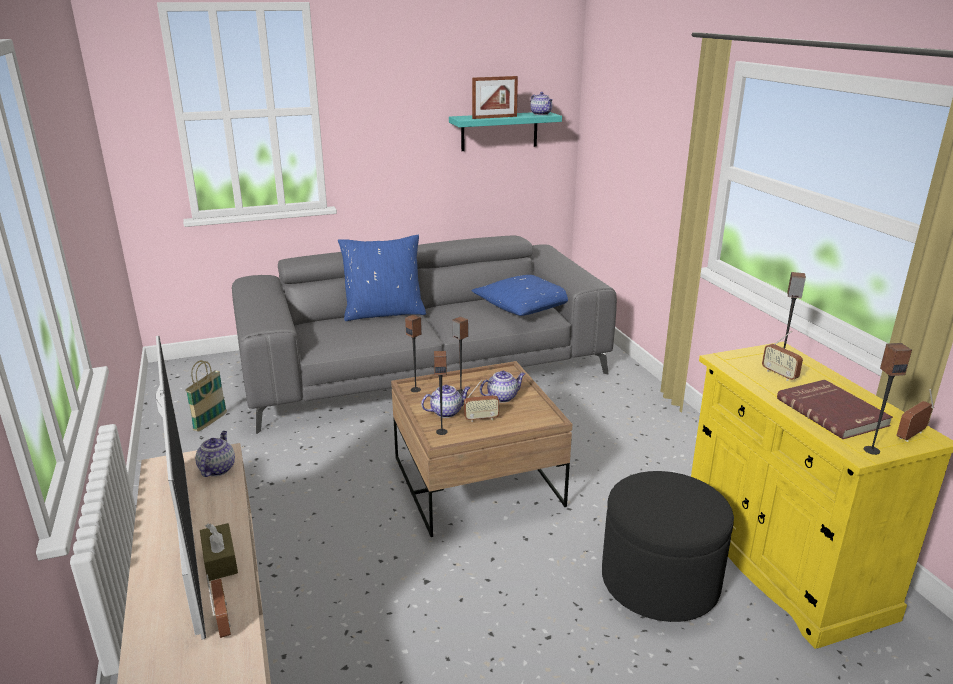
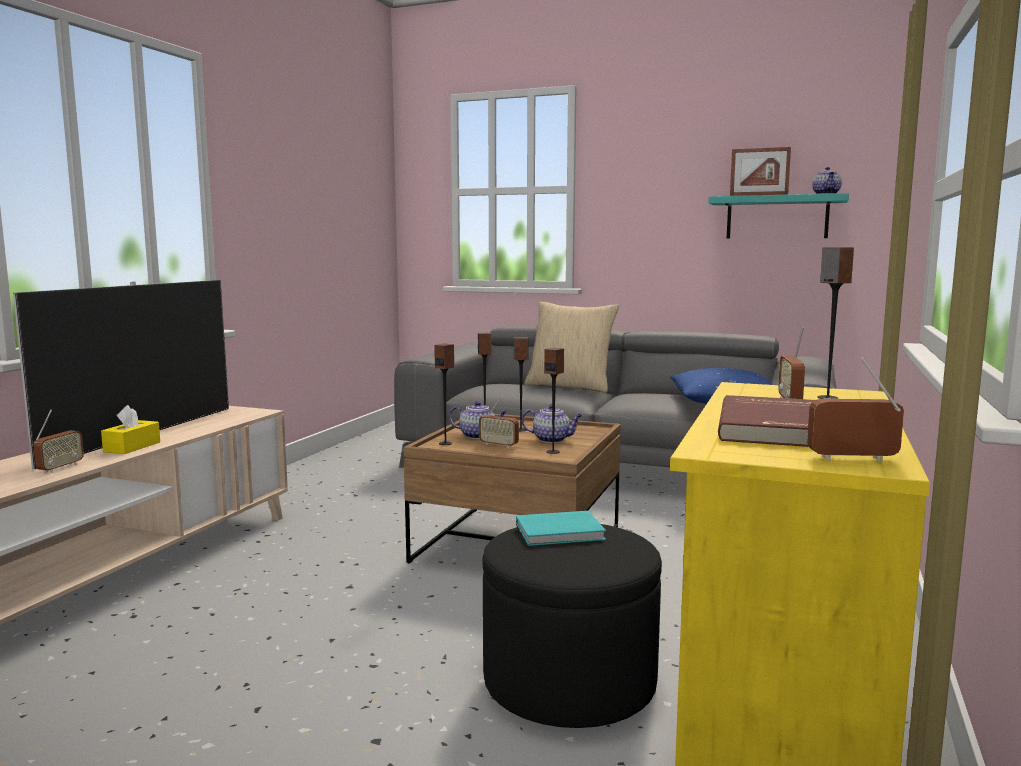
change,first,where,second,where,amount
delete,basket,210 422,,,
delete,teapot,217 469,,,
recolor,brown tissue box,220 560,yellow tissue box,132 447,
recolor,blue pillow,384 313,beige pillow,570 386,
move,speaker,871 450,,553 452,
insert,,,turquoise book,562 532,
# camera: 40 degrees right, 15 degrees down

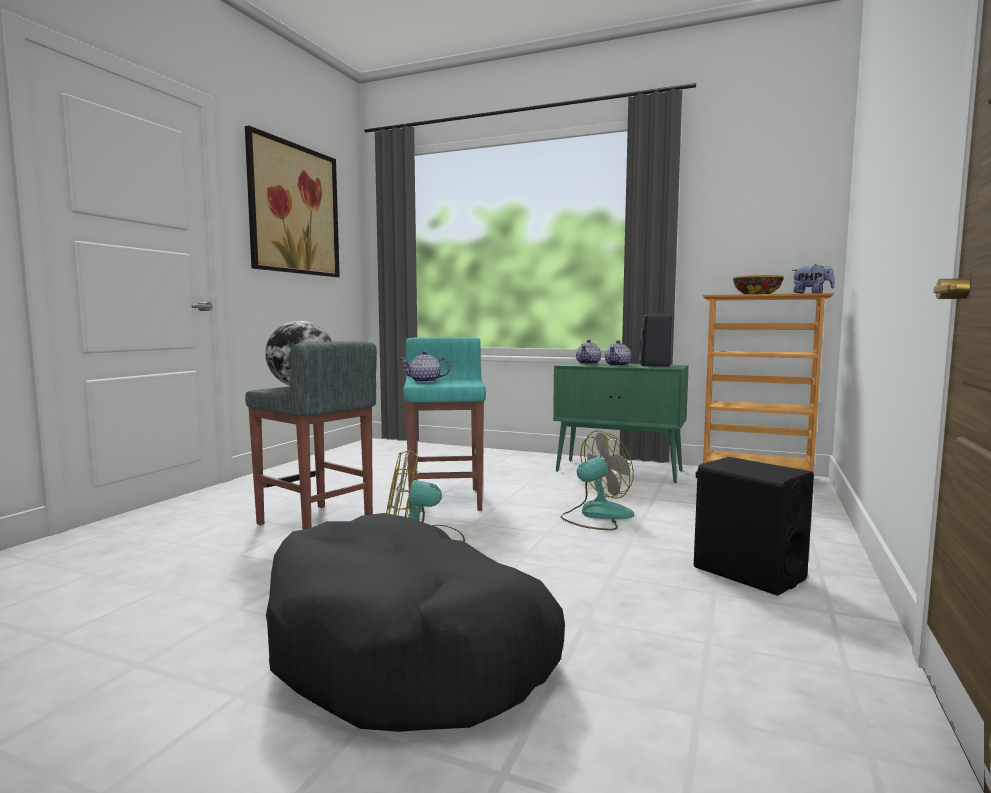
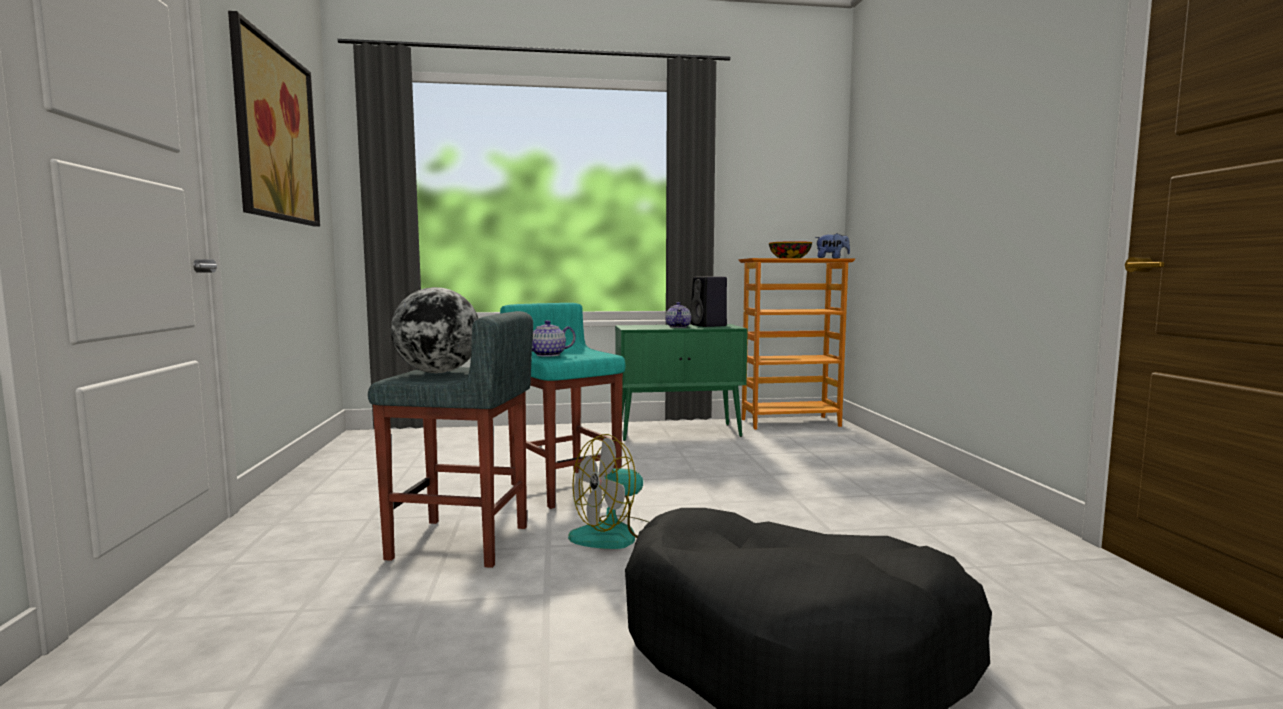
change,first,where,second,where,amount
delete,fan,596 516,,,
delete,teapot,588 364,,,
delete,black speaker,748 573,,,
# camera: 30 degrees left, 0 degrees up

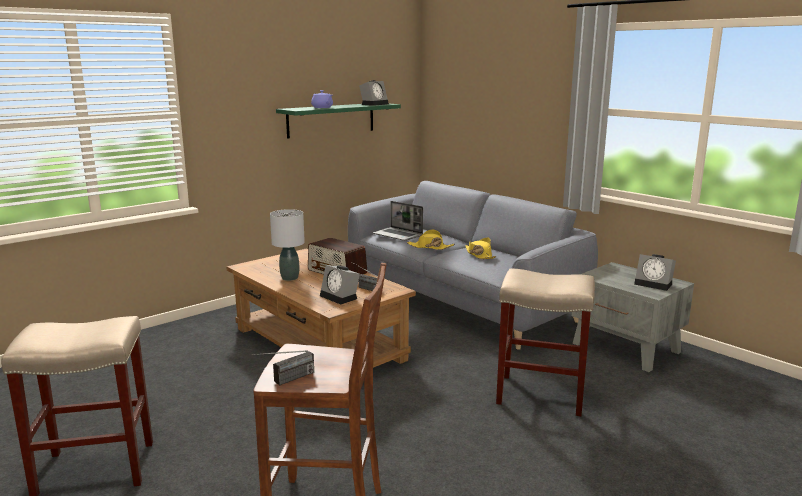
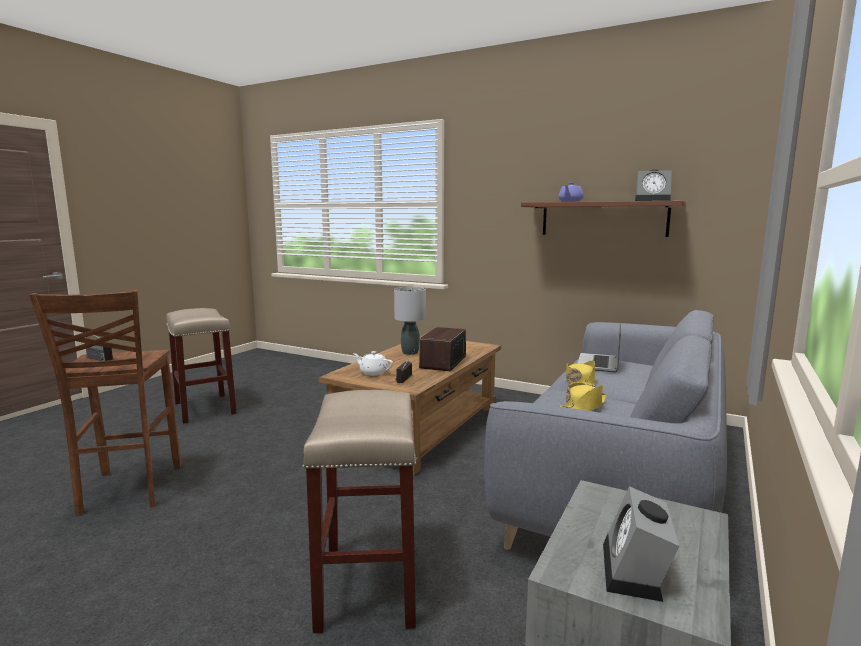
change,first,where,second,where,amount
recolor,green shelf,331 120,brown shelf,603 219,
replace,alarm clock,340 297,white teapot,373 373,
# camera: 70 degrees right, 5 degrees down

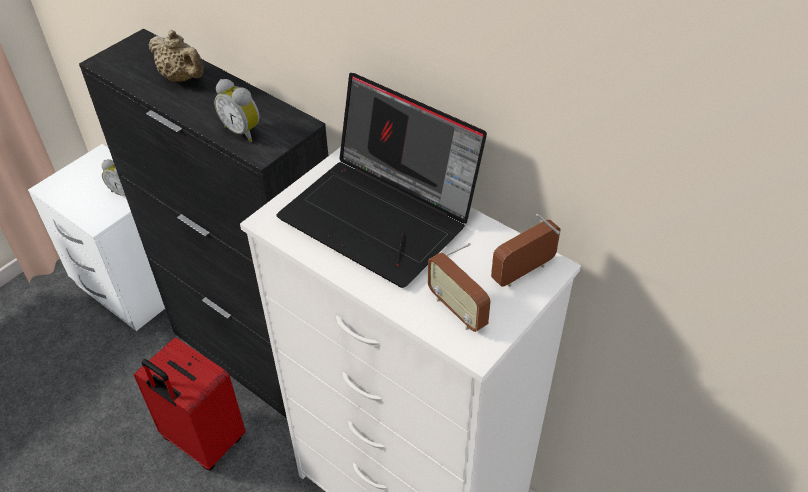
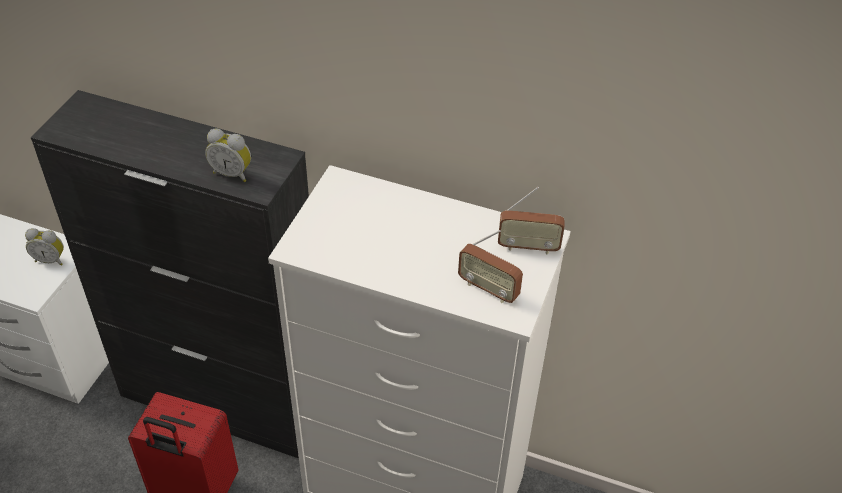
change,first,where,second,where,amount
delete,beige teapot,182 78,,,
delete,laptop,382 216,,,
rotate,radio,523 272,,528 247,120 degrees counterclockwise
# camera: 20 degrees left, 0 degrees up

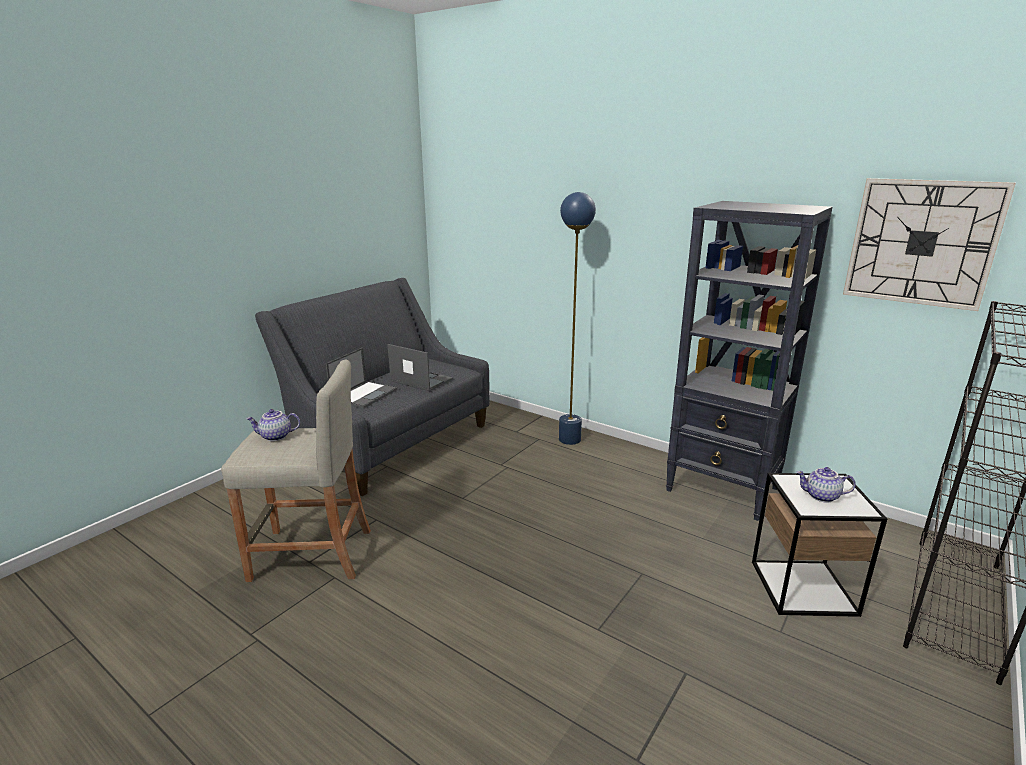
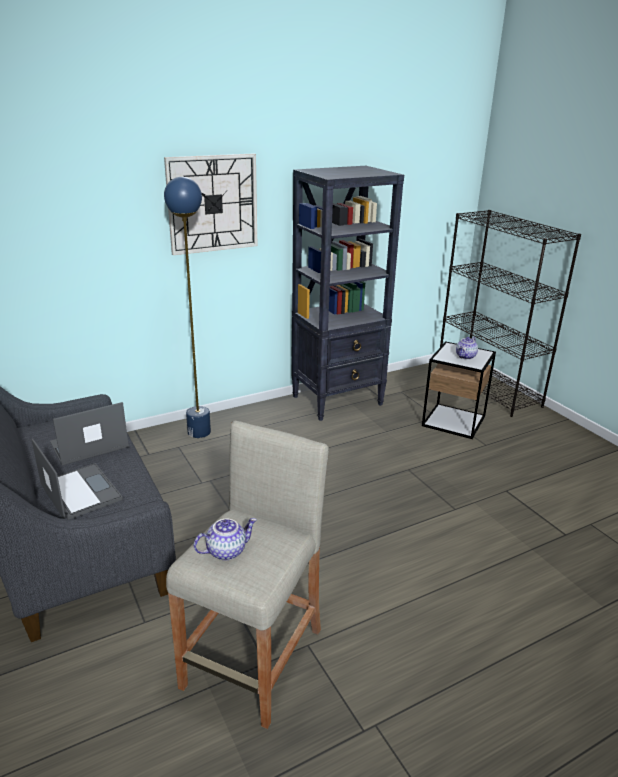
change,first,where,second,where,amount
rotate,teapot,275 437,,226 550,135 degrees counterclockwise
move,wall clock,921 243,,212 204,
# camera: 65 degrees left, 5 degrees up

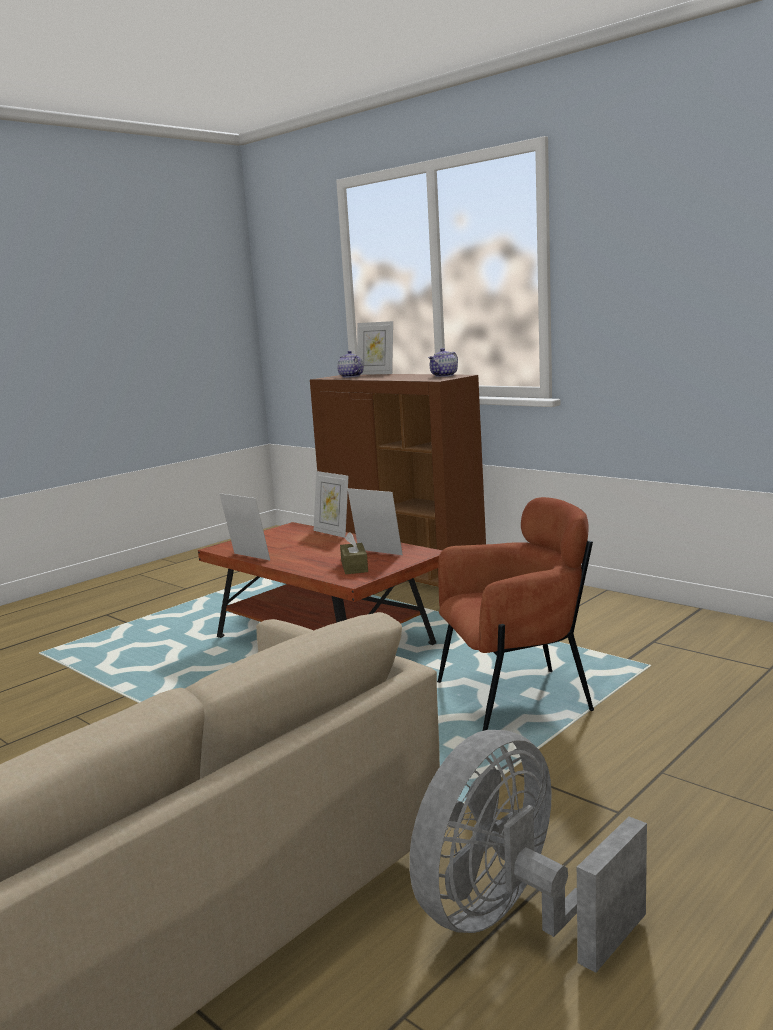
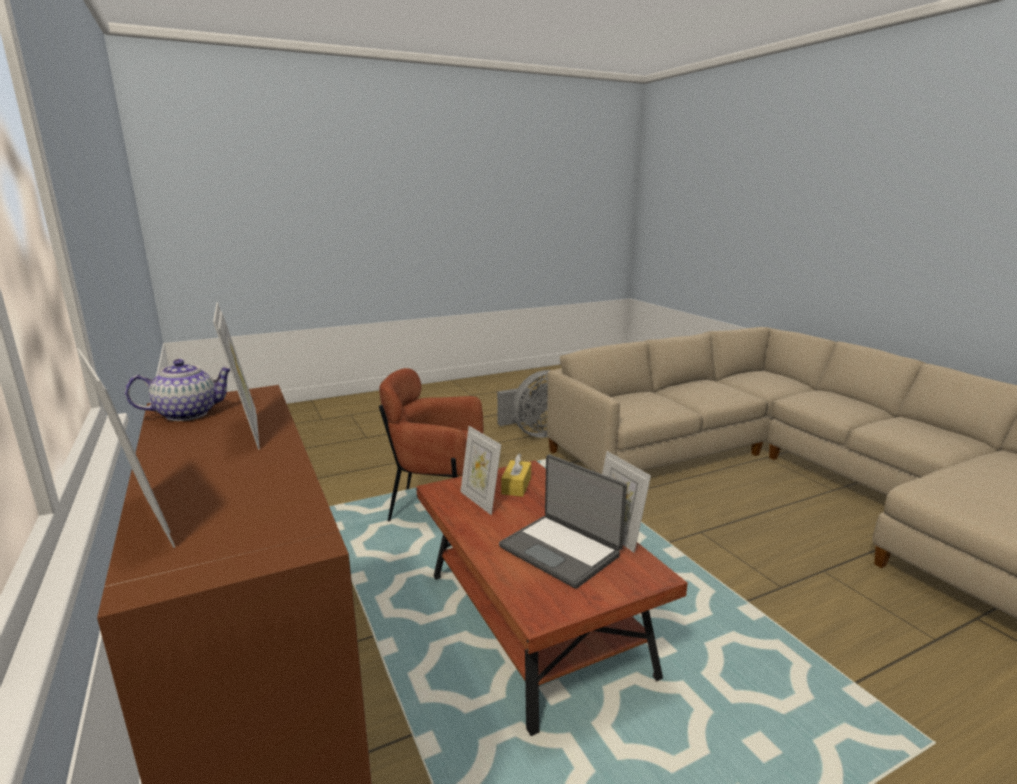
change,first,where,second,where,amount
move,picture frame,332 533,,246 432,
delete,teapot,350 376,,,
recolor,brown tissue box,354 567,yellow tissue box,516 486,
insert,,,laptop,561 550,
# camera: 160 degrees left, 5 degrees up

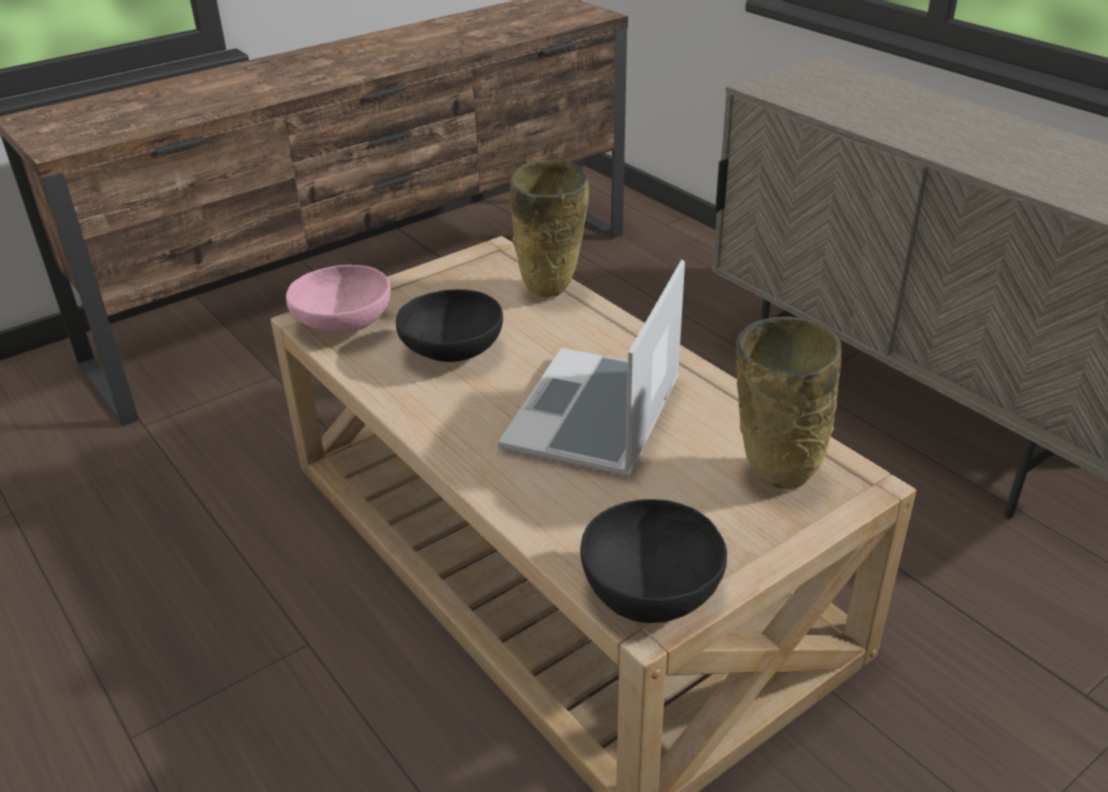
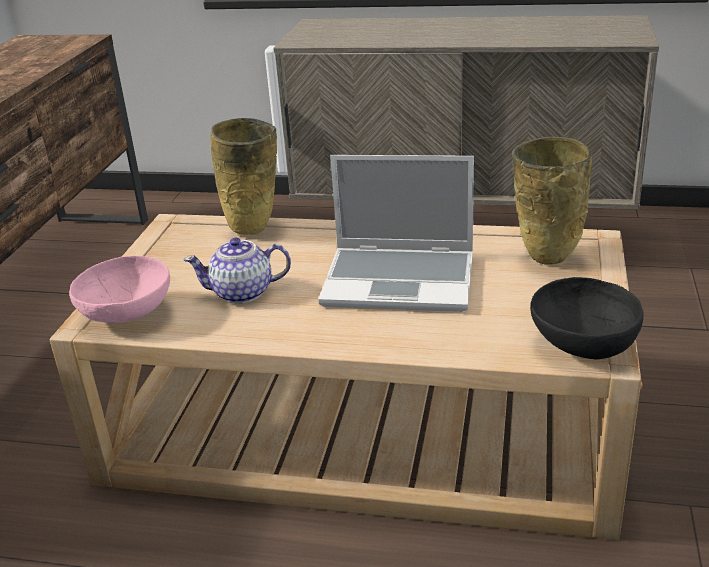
change,first,where,second,where,amount
replace,black bowl,452 353,teapot,243 293,
rotate,laptop,595 417,,401 280,60 degrees counterclockwise
# camera: 40 degrees left, 5 degrees down

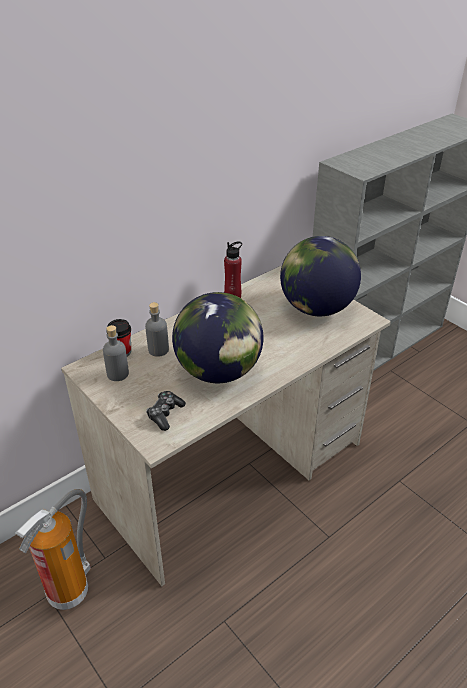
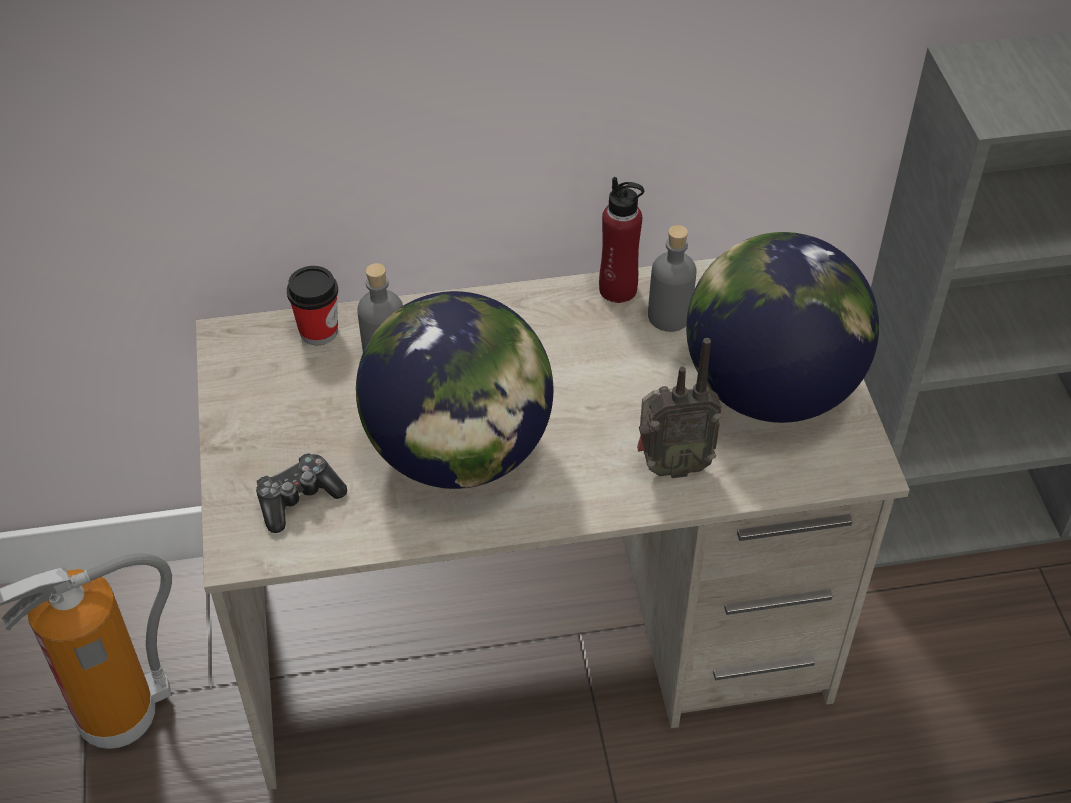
change,first,where,second,where,amount
move,grey bottle,118 374,,669 316,
insert,,,radio,671 465,
# camera: 30 degrees right, 10 degrees up

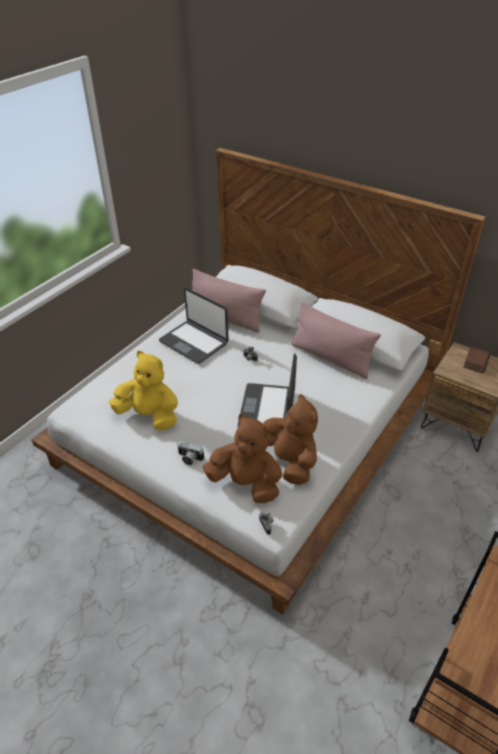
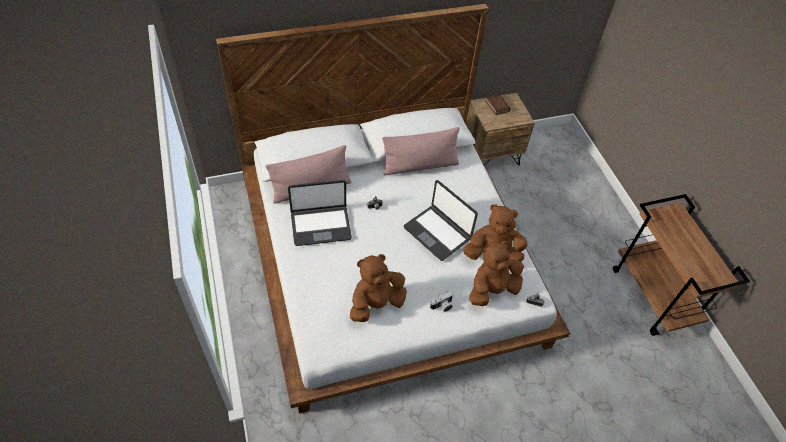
change,first,where,second,where,amount
recolor,yellow plush toy,149 415,brown plush toy,376 304,
# camera: 55 degrees left, 10 degrees up

